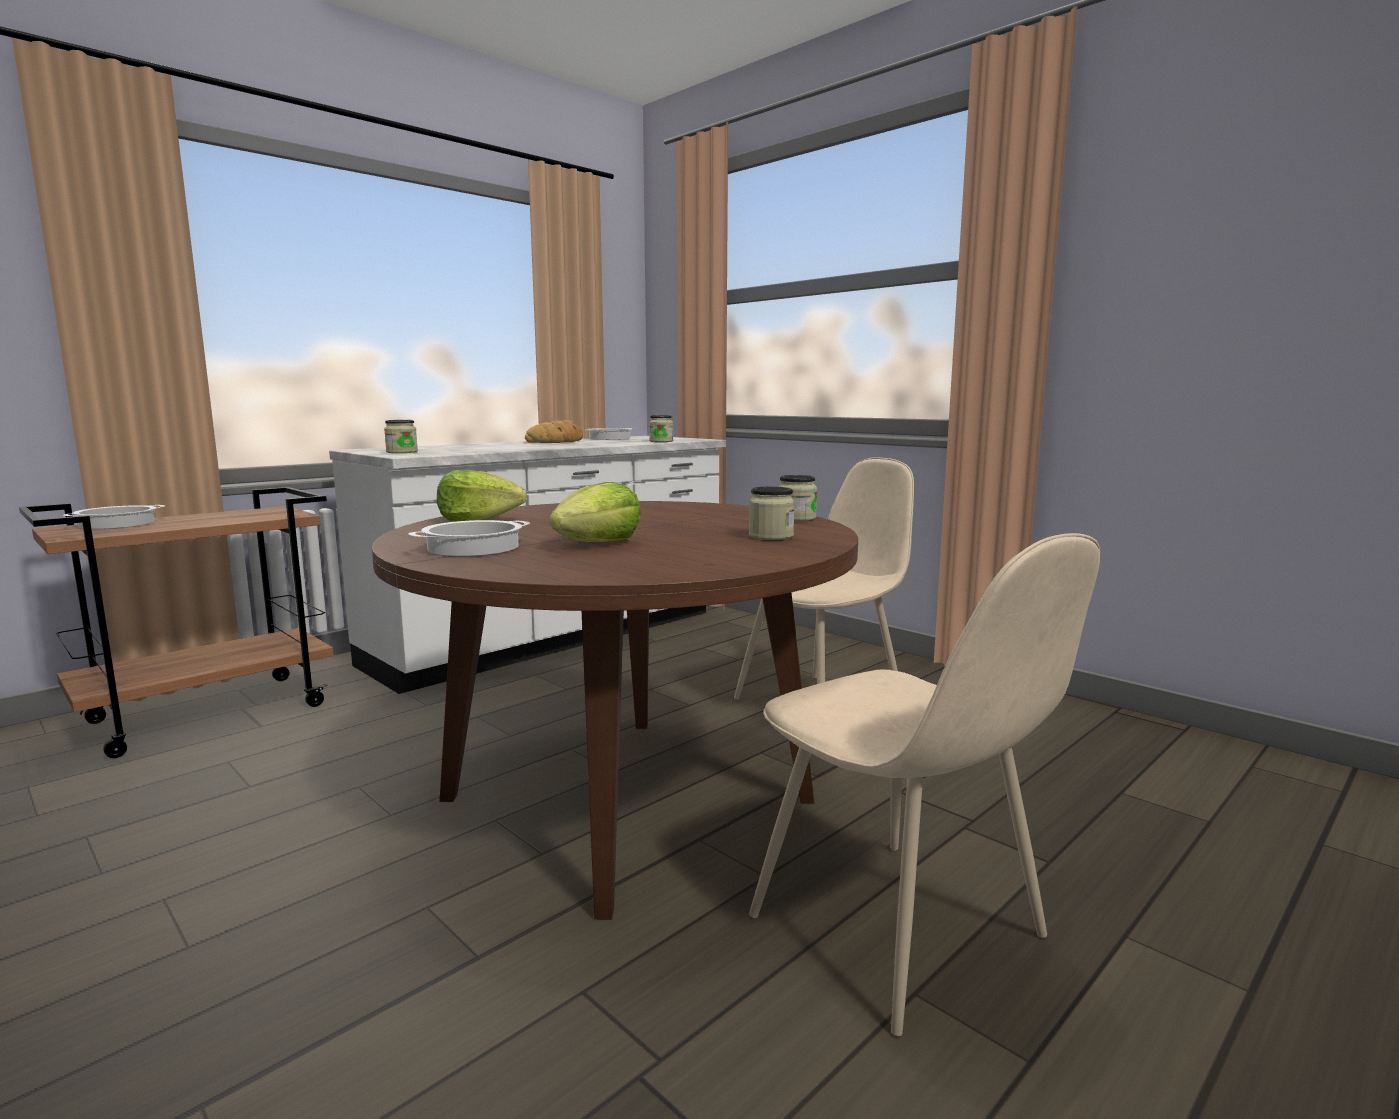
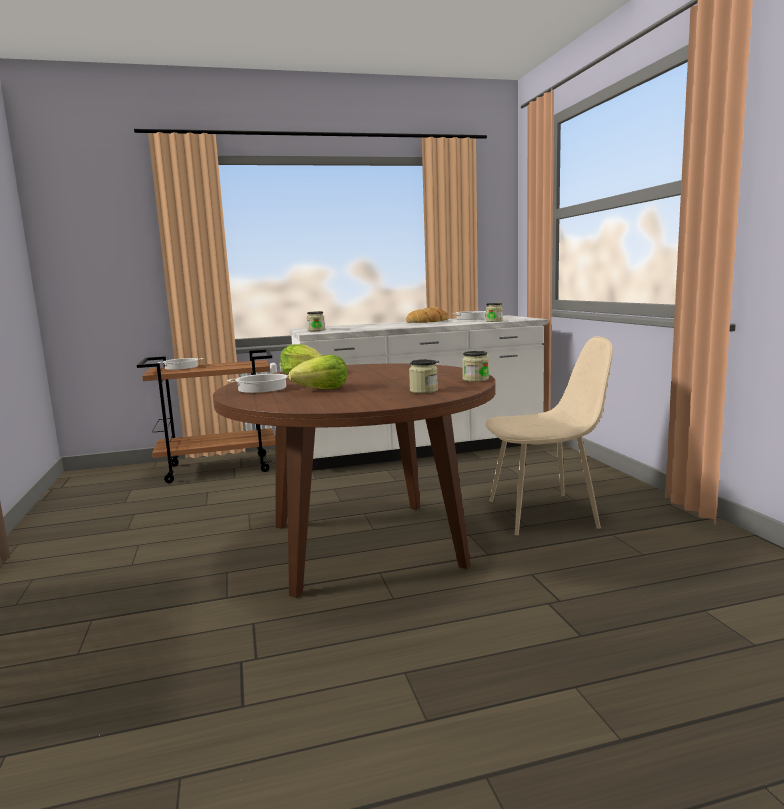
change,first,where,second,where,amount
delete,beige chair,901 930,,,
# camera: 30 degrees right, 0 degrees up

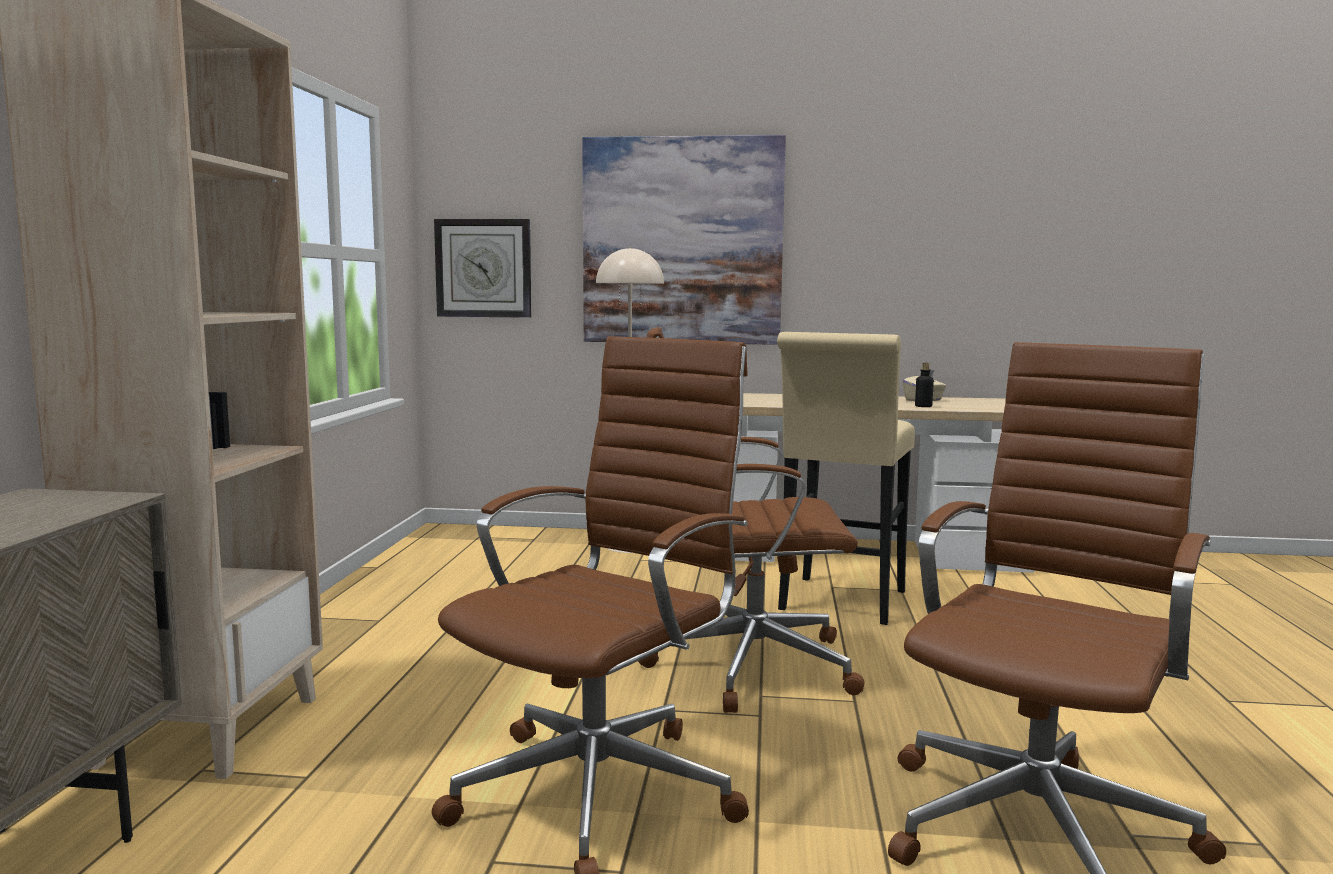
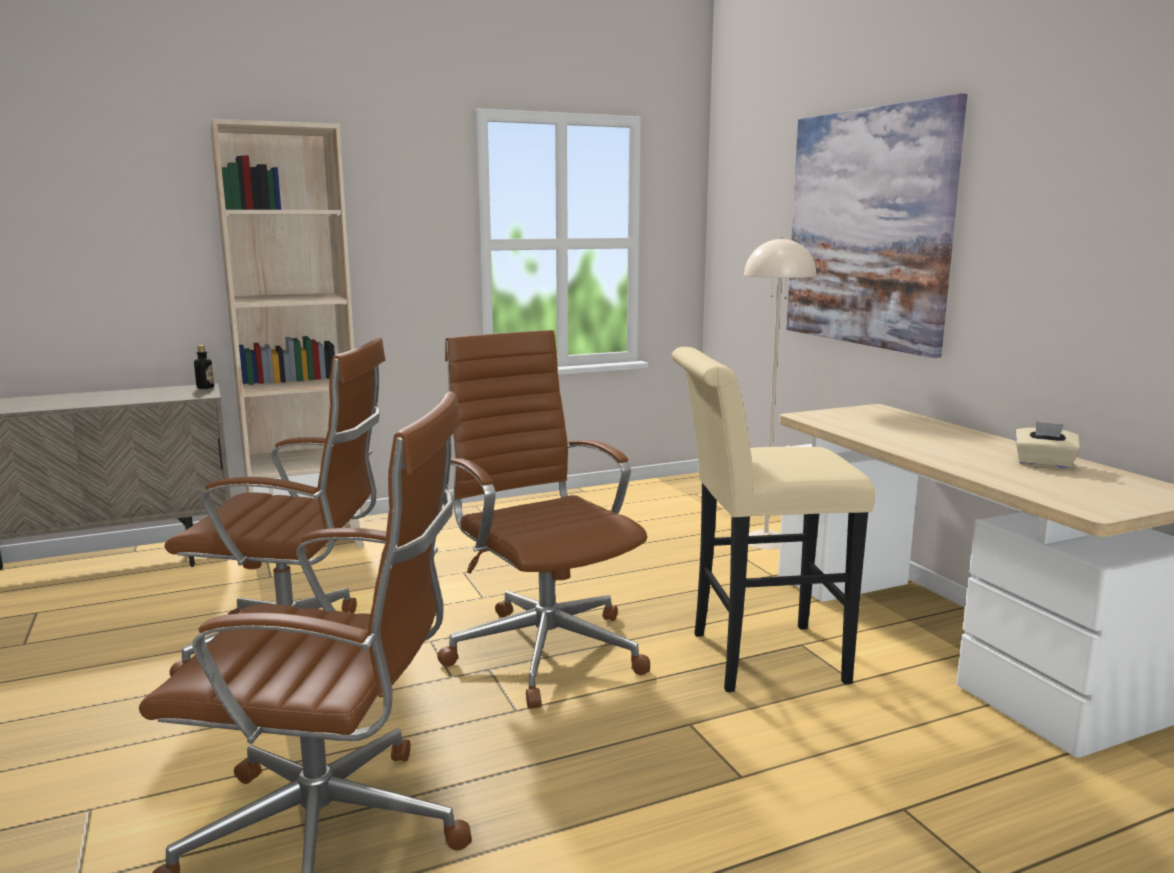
change,first,where,second,where,amount
delete,wall clock,483 268,,,
move,bottle,923 406,,205 387,
# camera: 60 degrees right, 5 degrees up

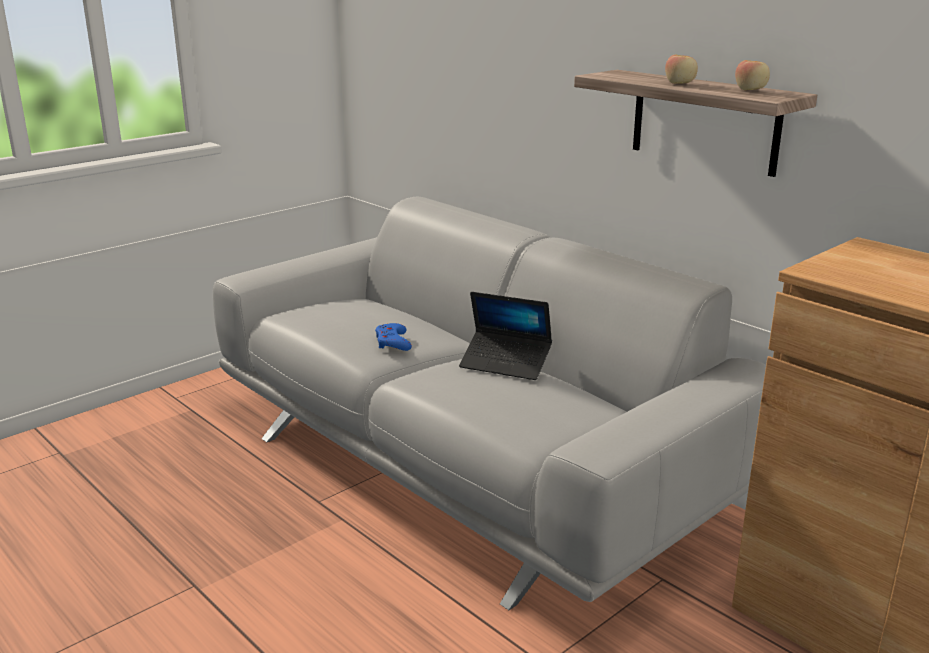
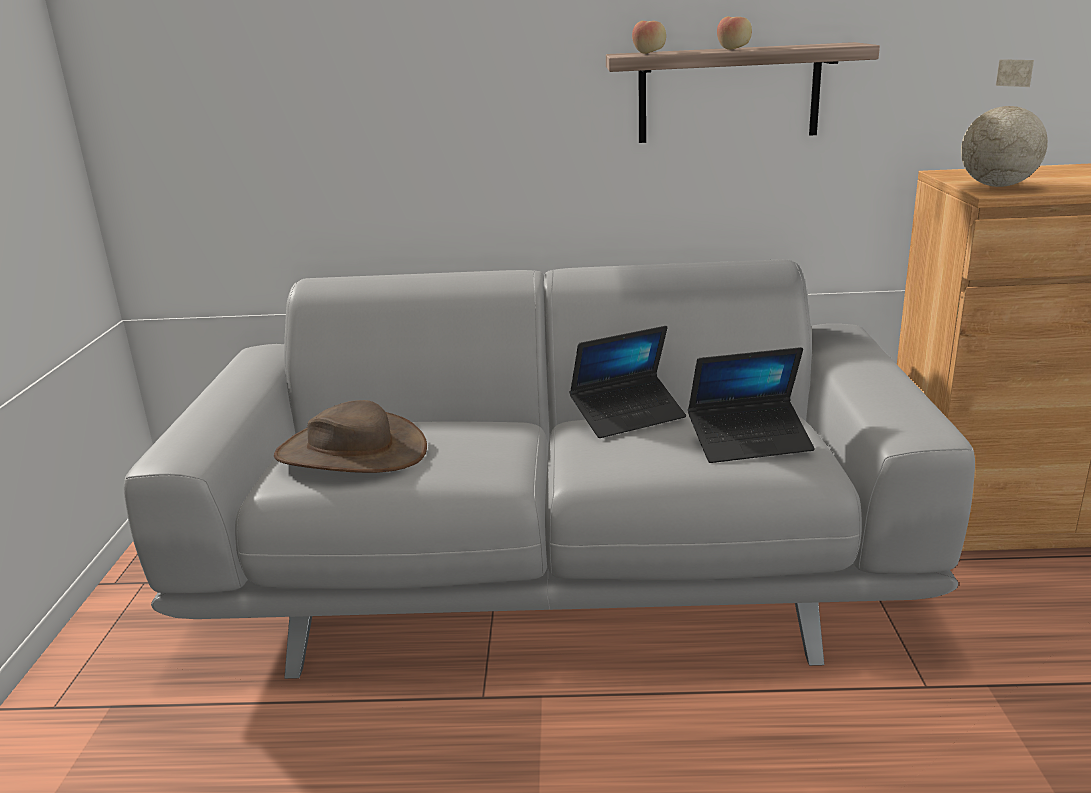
change,first,where,second,where,amount
delete,blue game controller,393 342,,,
move,apple,751 90,,649 53,
insert,,,brown hat,351 452,
insert,,,laptop,749 442,
insert,,,globe,997 186,
# camera: 45 degrees left, 0 degrees up

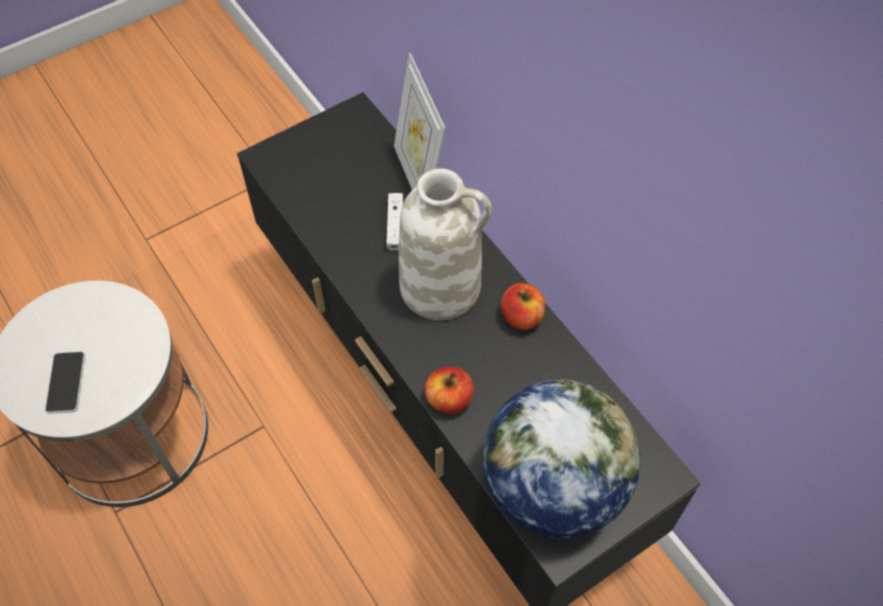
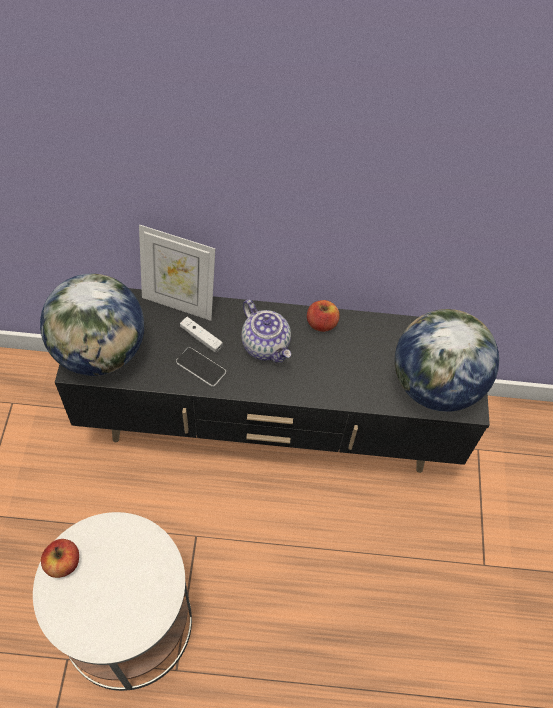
change,first,where,second,where,amount
move,phone,66 383,,201 367,
replace,white vase,442 286,teapot,266 345,
move,apple,449 399,,63 563,
insert,,,globe,101 352,
# camera: 55 degrees left, 0 degrees up

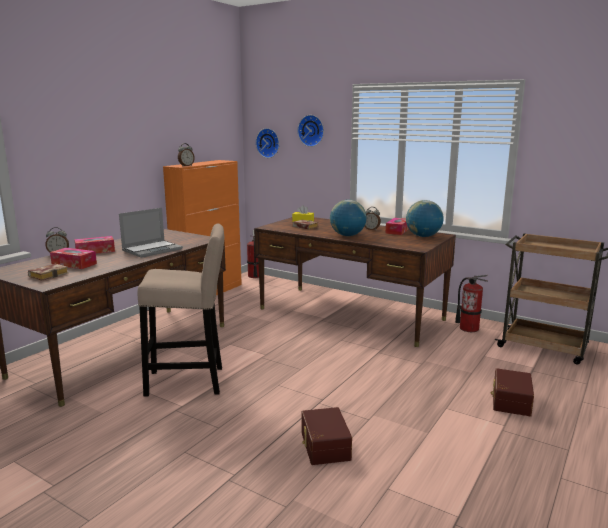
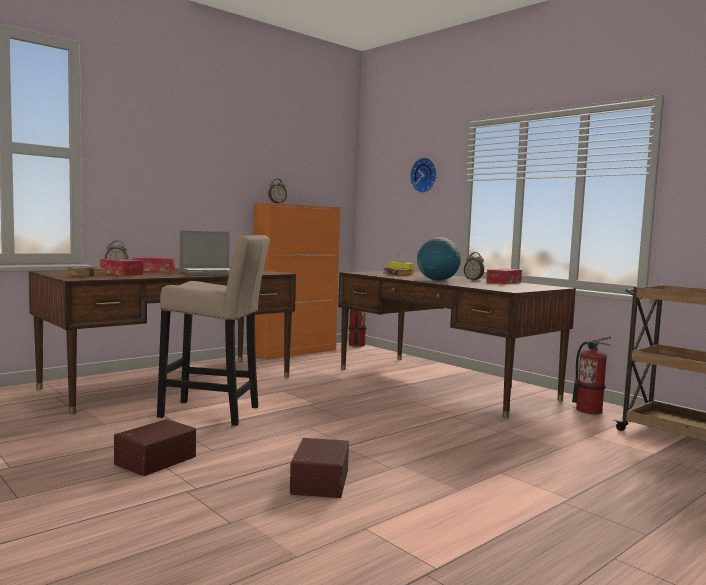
change,first,where,second,where,amount
delete,wall clock,268 143,,,
delete,globe,423 236,,,
move,brown storage box,510 401,,154 460,
# camera: 15 degrees right, 10 degrees down

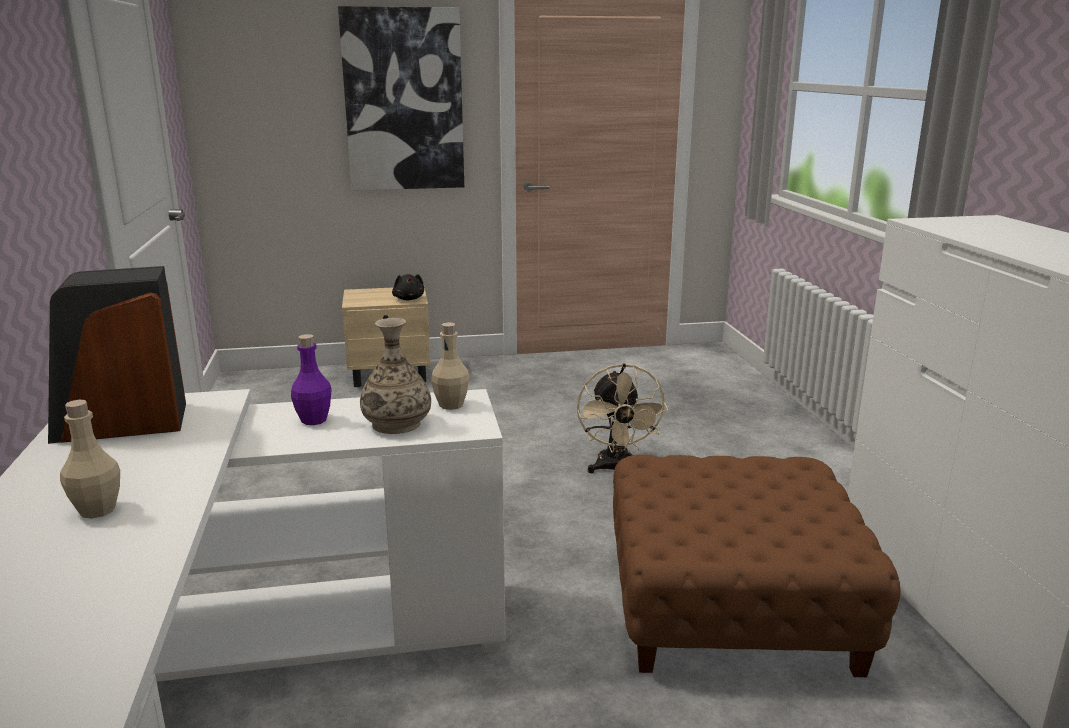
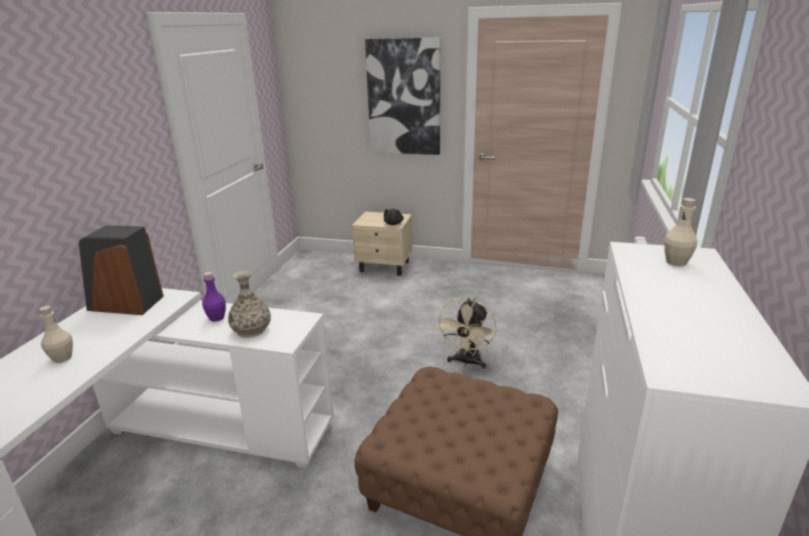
change,first,where,second,where,amount
move,beige bottle,451 405,,676 262,
# camera: 25 degrees right, 5 degrees up

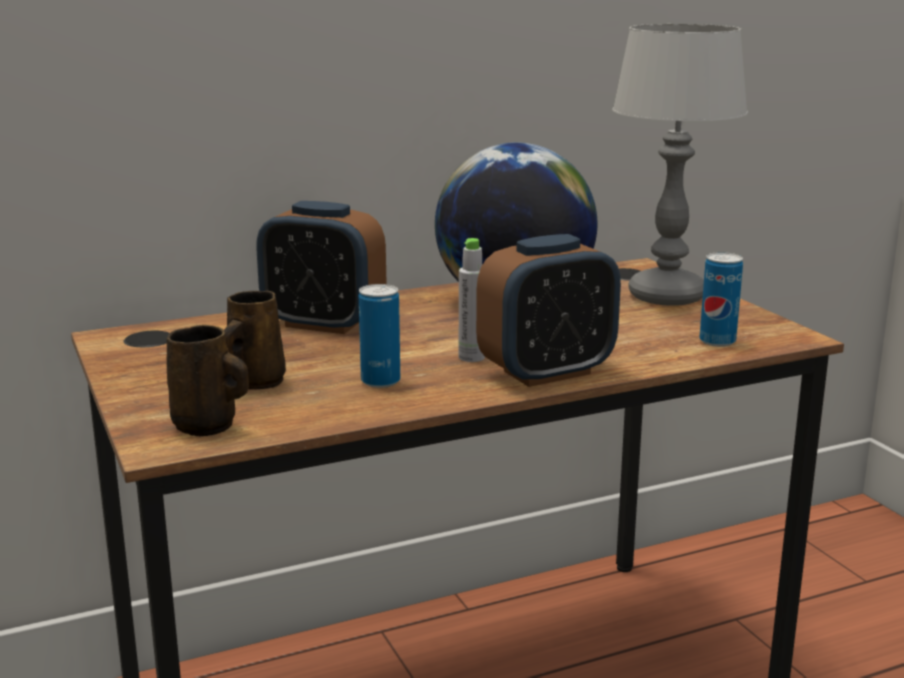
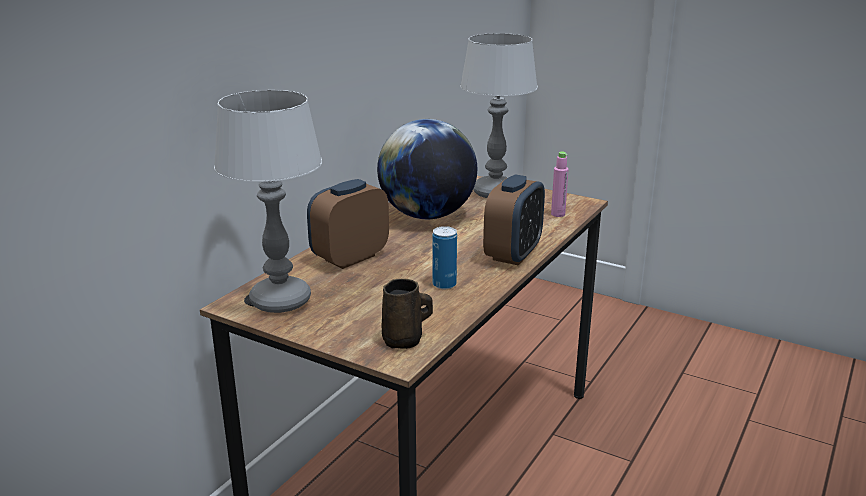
change,first,where,second,where,amount
delete,brown mug,254 383,,,
rotate,alarm clock,323 324,,350 258,150 degrees clockwise
delete,grey bottle,471 357,,,
replace,can,717 341,pink bottle,558 214,
insert,,,table lamp,282 300,
# camera: 35 degrees left, 5 degrees up

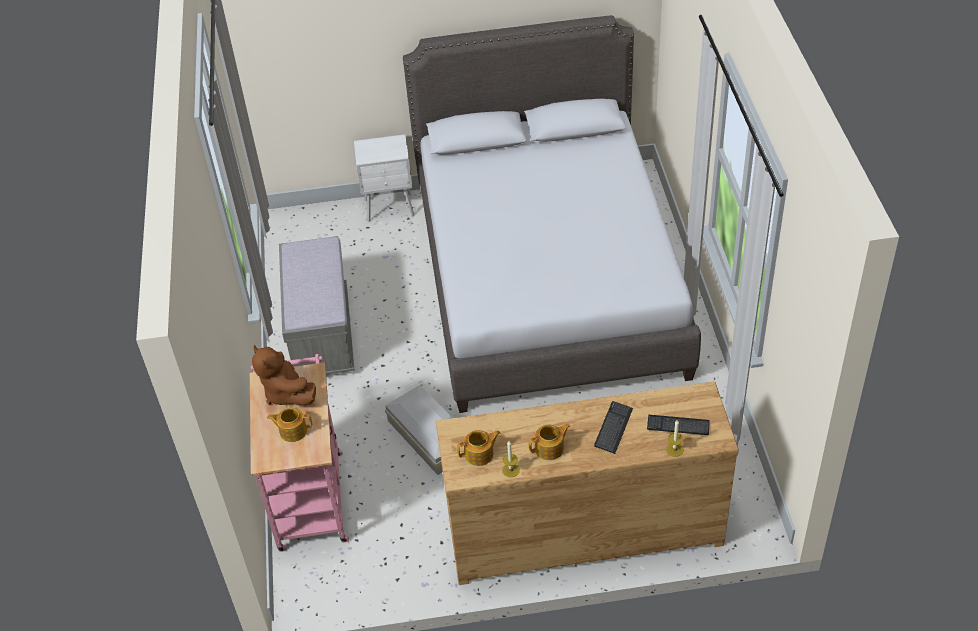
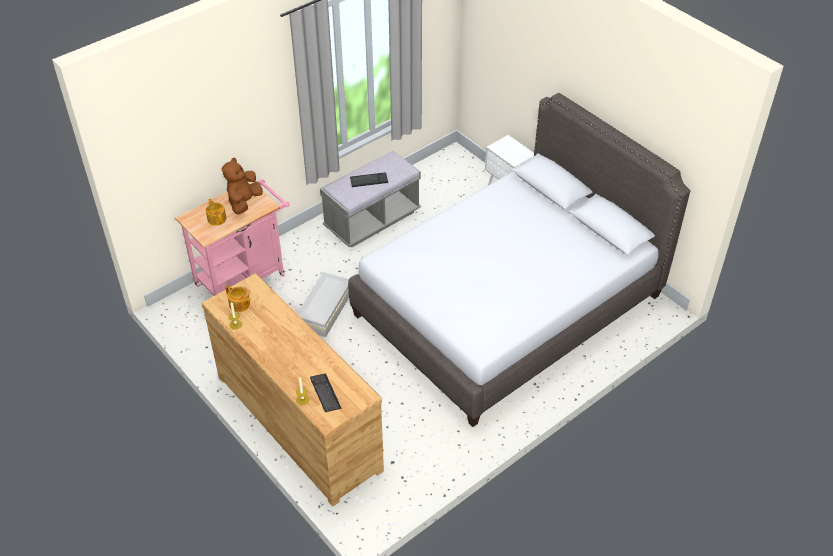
change,first,where,second,where,amount
delete,teapot,550 449,,,
move,keyboard,613 428,,369 180,
# camera: 55 degrees right, 0 degrees up

